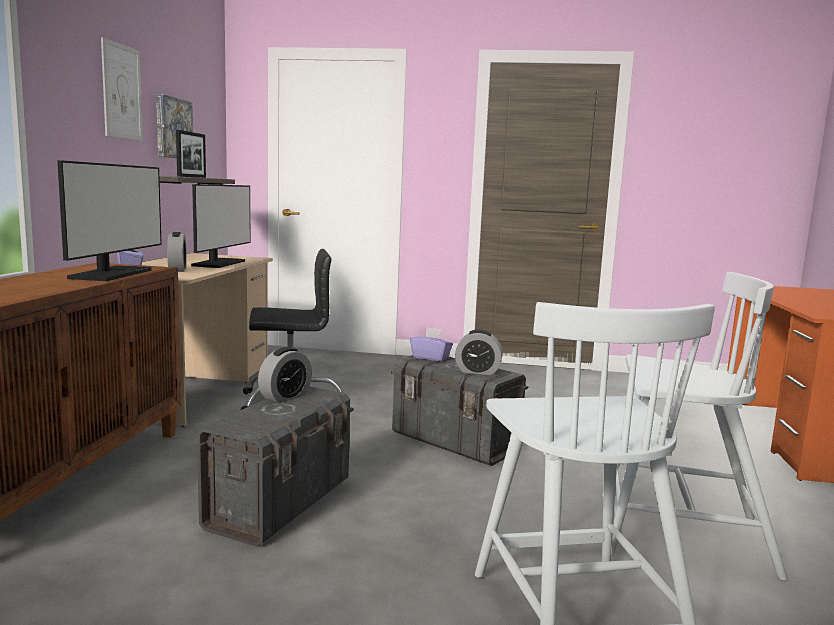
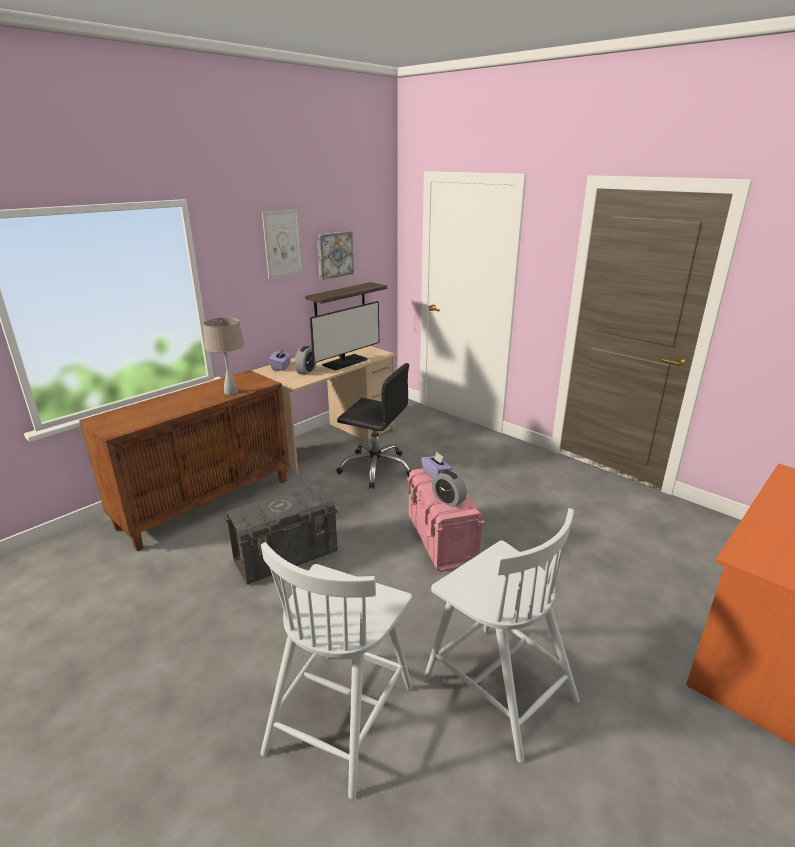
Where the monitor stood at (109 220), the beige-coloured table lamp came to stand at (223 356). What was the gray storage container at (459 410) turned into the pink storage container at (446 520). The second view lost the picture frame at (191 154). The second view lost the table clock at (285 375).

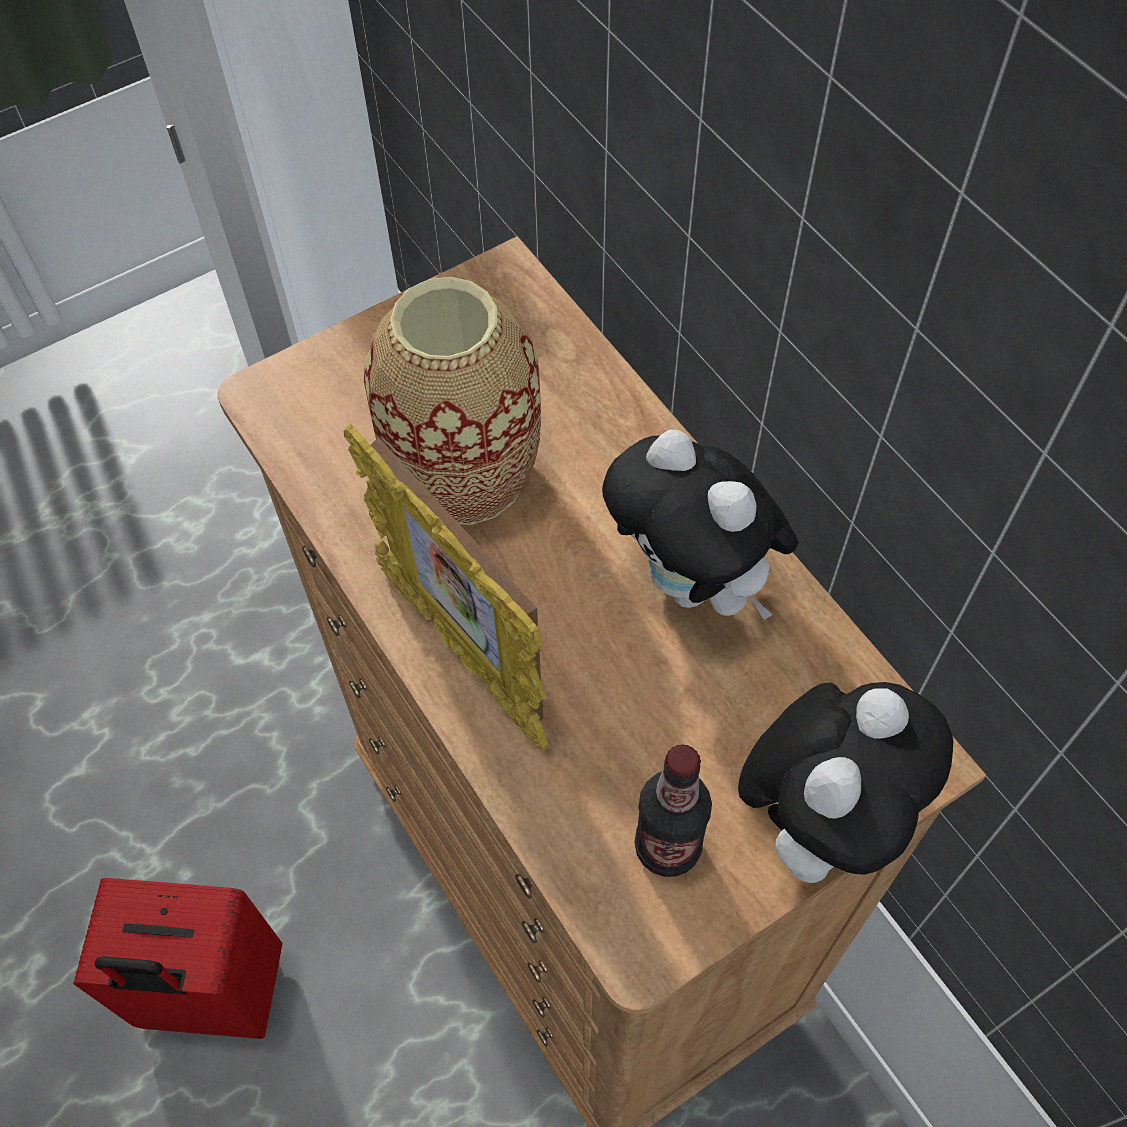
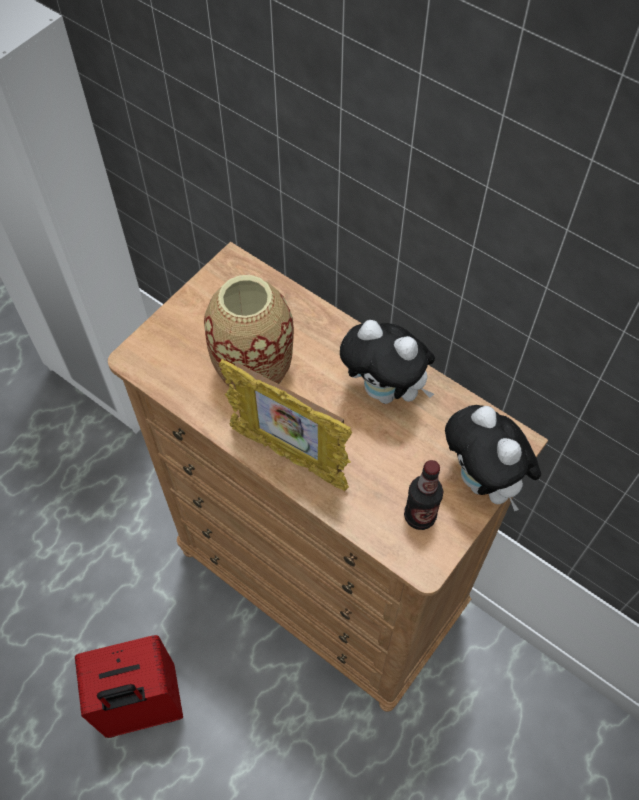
The soft toy at (845 782) ended up facing another way, 135 degrees clockwise from before.

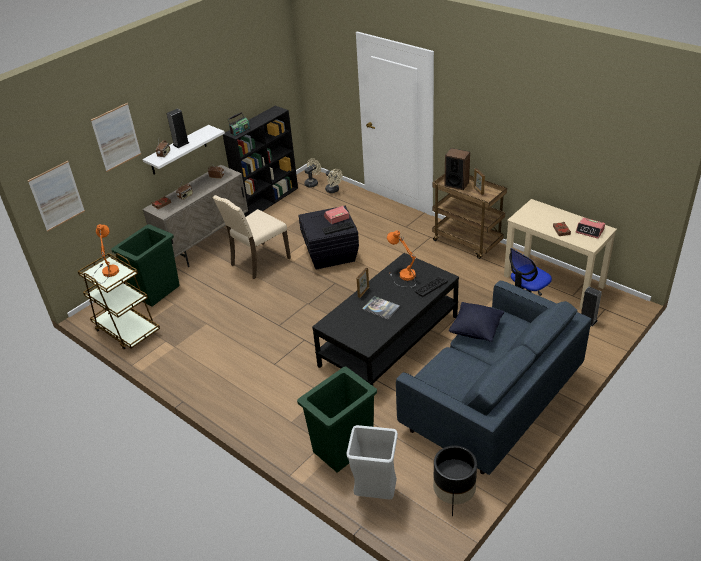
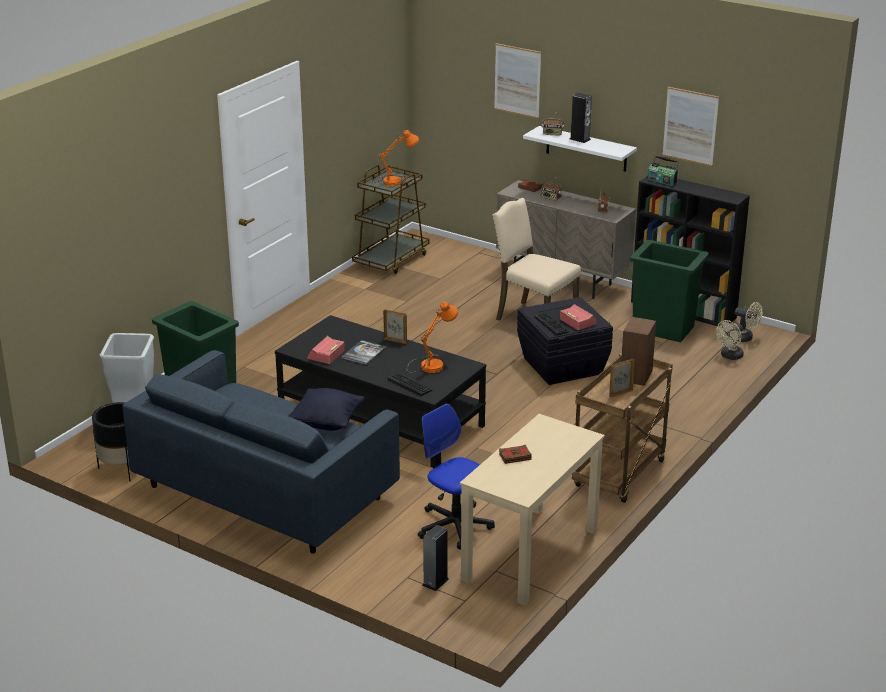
The table clock ended up elsewhere, having gone from (590 228) to (326 350). The green-coloured trash can ended up elsewhere, having gone from (145 265) to (669 291). The wall art ended up elsewhere, having gone from (56 196) to (690 126).

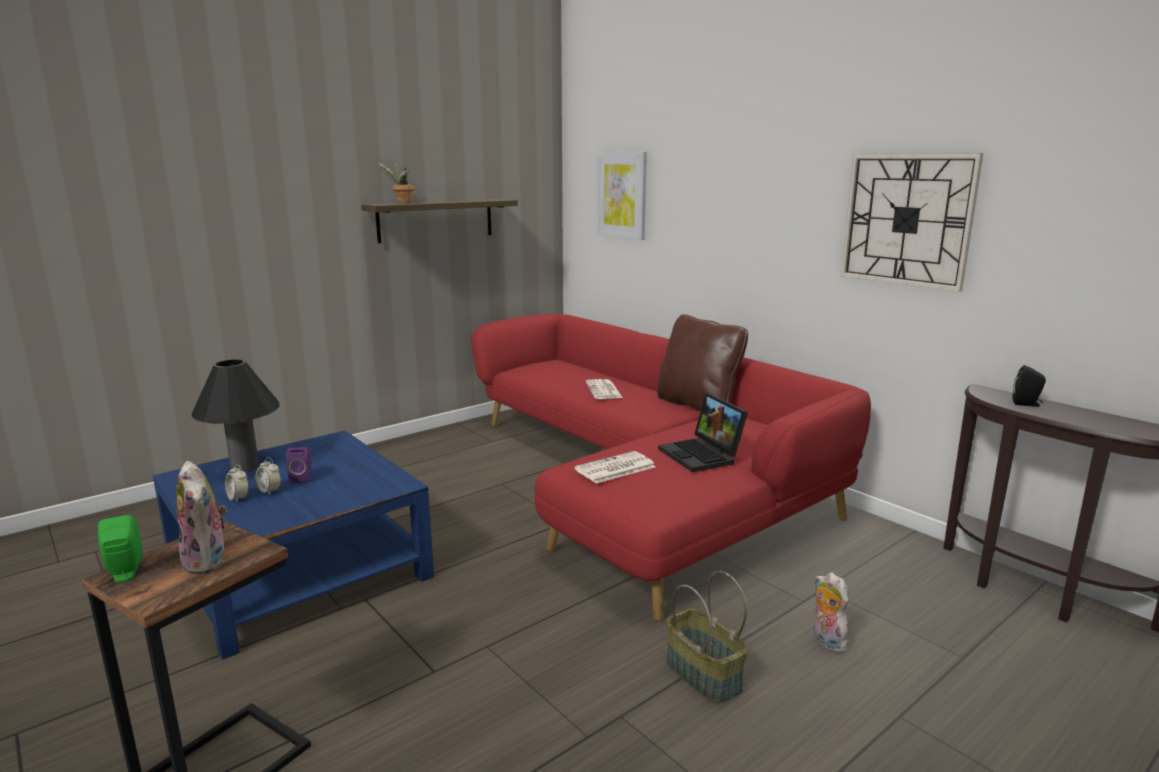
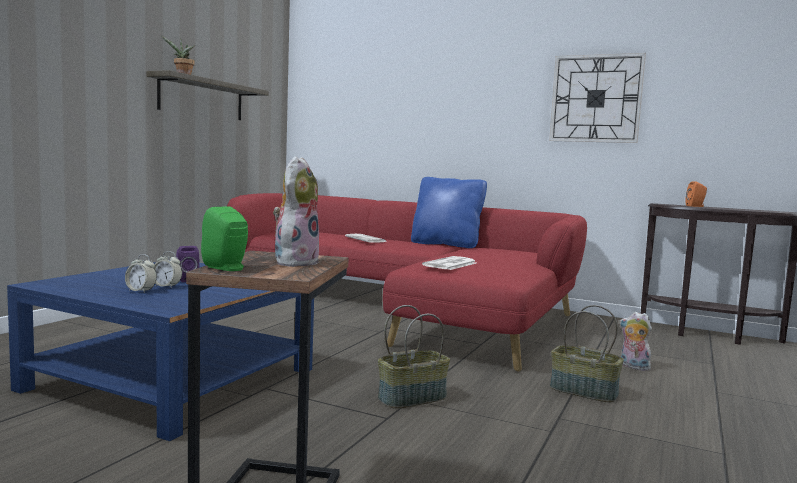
The soft toy at (201 517) ended up facing another way, 105 degrees counterclockwise from before. The second view gained the basket at (414 357). What was the brownish pillow at (702 362) turned into the blue pillow at (449 212). What was the black-coloured speaker at (1029 386) turned into the orangey speaker at (696 194). The second view lost the black-coloured table lamp at (236 415). The second view lost the wall art at (622 196). The second view lost the portable computer at (703 432).

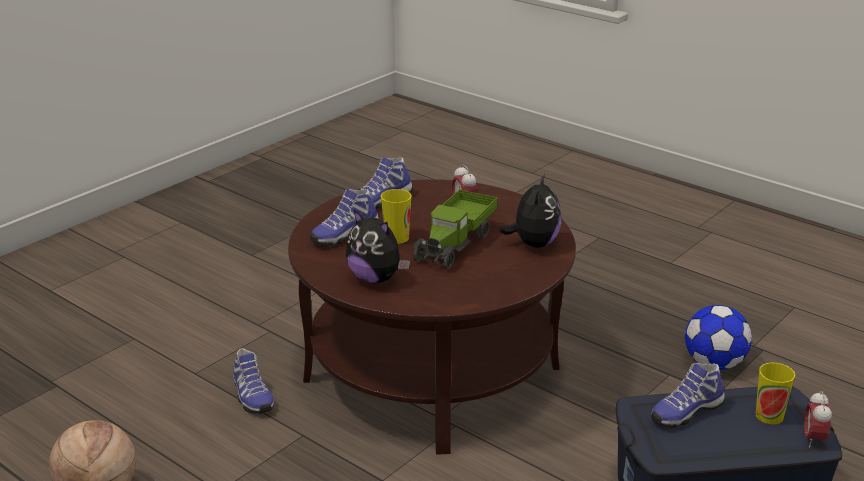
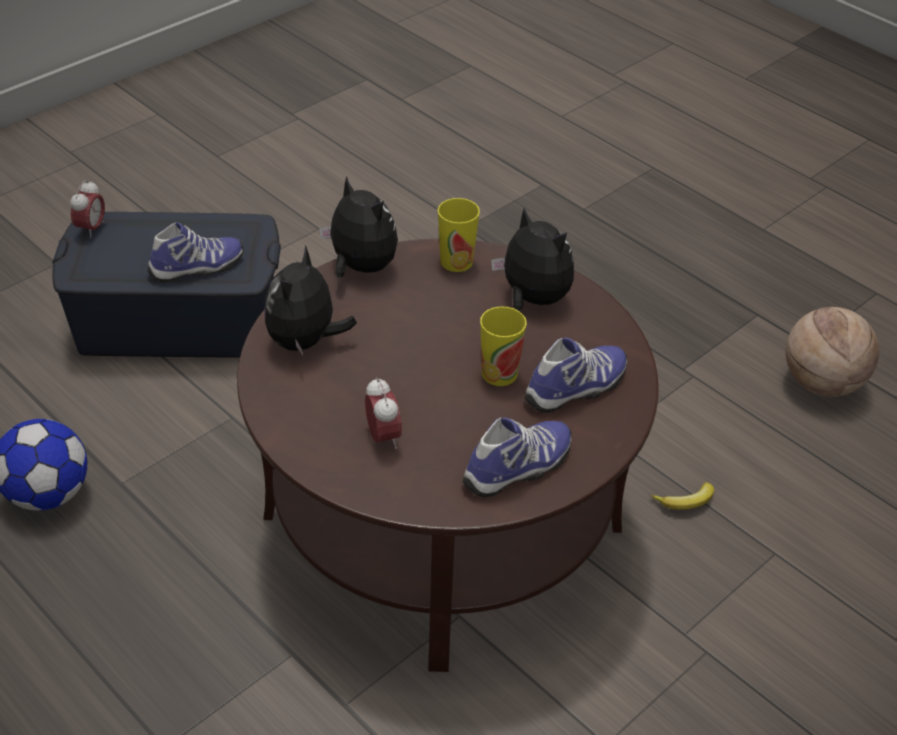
The second view gained the soft toy at (358 227). The small cup ended up elsewhere, having gone from (775 393) to (459 235). Where the item of footwear stood at (253 381), the banana came to stand at (682 496). The second view lost the toy truck at (455 229).

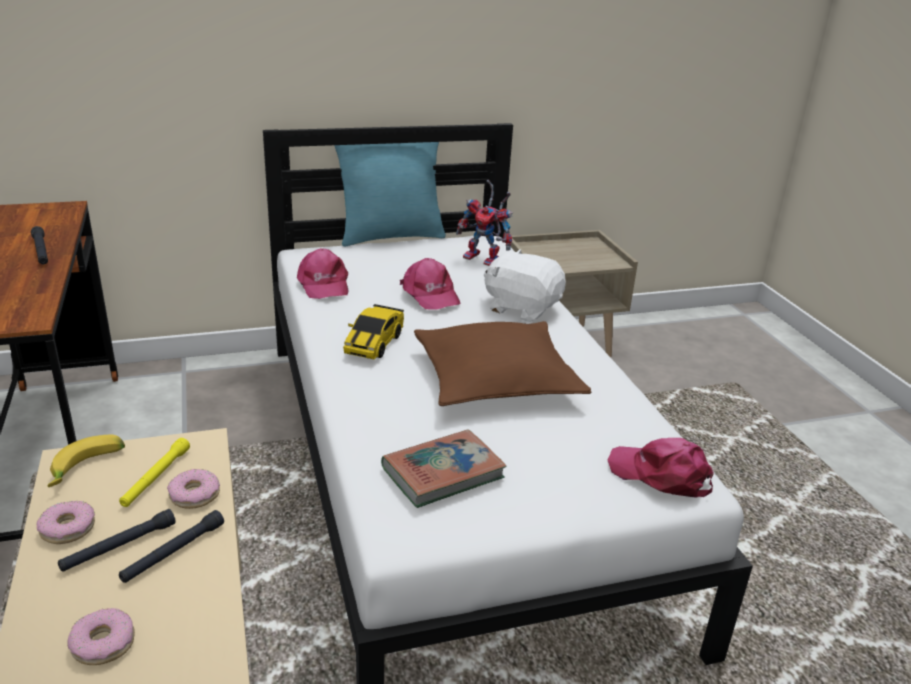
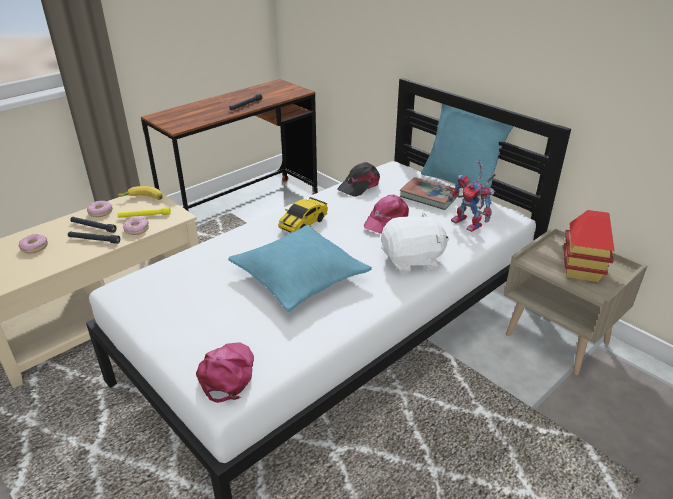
What was the brownish pillow at (502 363) turned into the turquoise pillow at (300 268). The miniature car at (373 332) ended up facing another way, 45 degrees counterclockwise from before. What was the pink baseball cap at (323 273) turned into the black-coloured baseball cap at (358 179). The white-coloured soft toy at (525 285) ended up facing another way, 75 degrees clockwise from before. The volume ended up elsewhere, having gone from (444 468) to (429 193). The robot figure at (484 223) ended up facing another way, 45 degrees counterclockwise from before. The second view gained the toy house at (589 246).

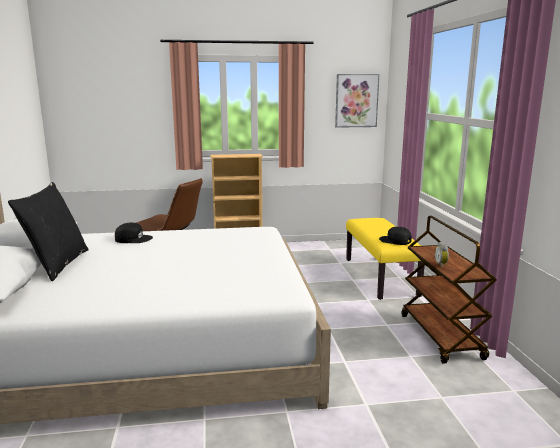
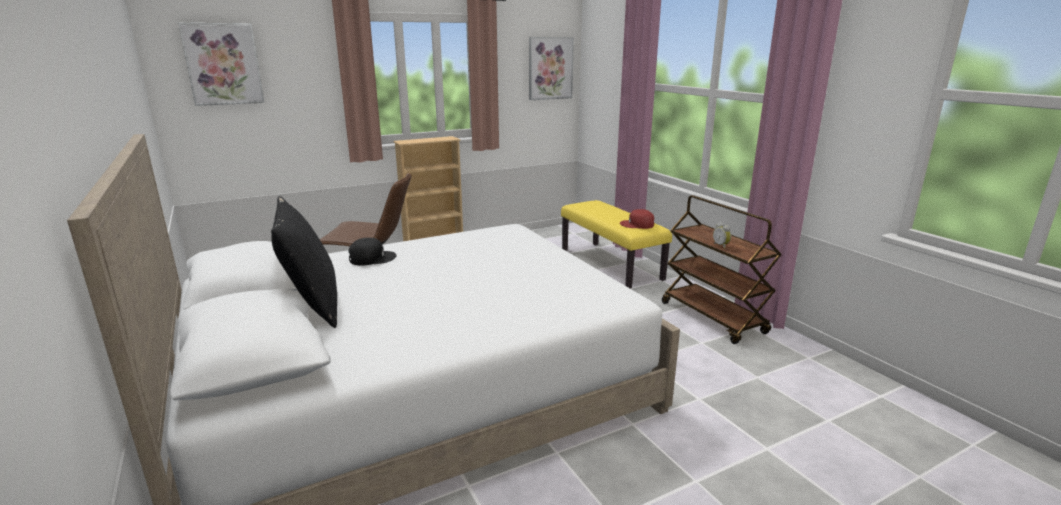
The second view gained the wall art at (221 64). What was the black-coloured baseball cap at (395 236) turned into the red-coloured baseball cap at (637 219).

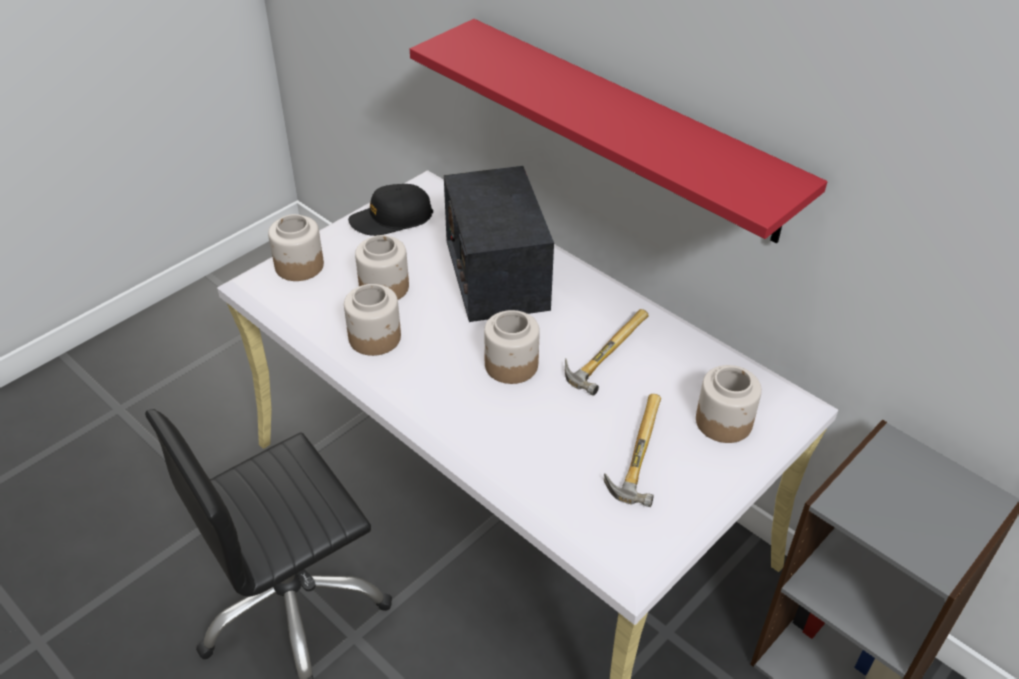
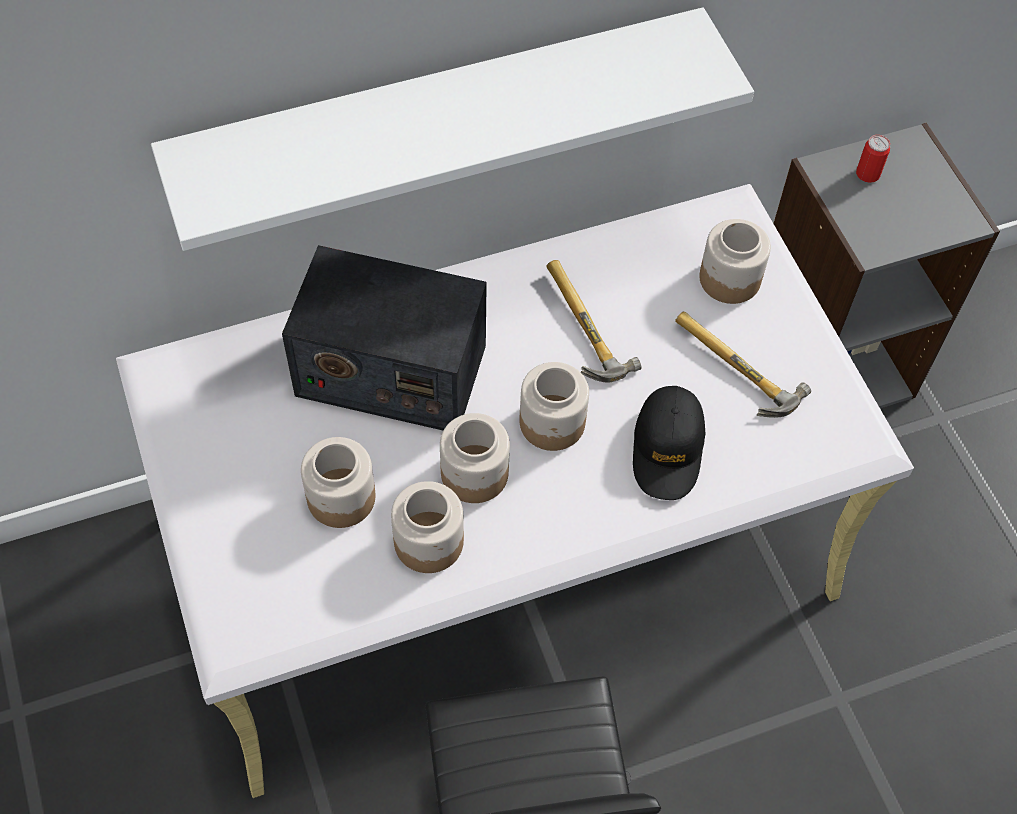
What was the red-coloured bracket shelf at (618 131) turned into the white-coloured bracket shelf at (452 129). The preserve jar ended up elsewhere, having gone from (296 247) to (475 458). The black-coloured baseball cap ended up elsewhere, having gone from (390 210) to (669 443). The second view gained the metal can at (873 159).

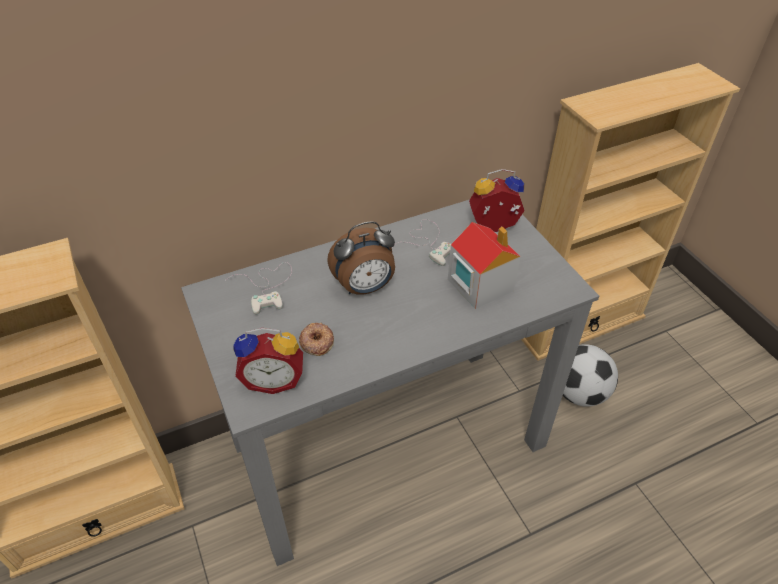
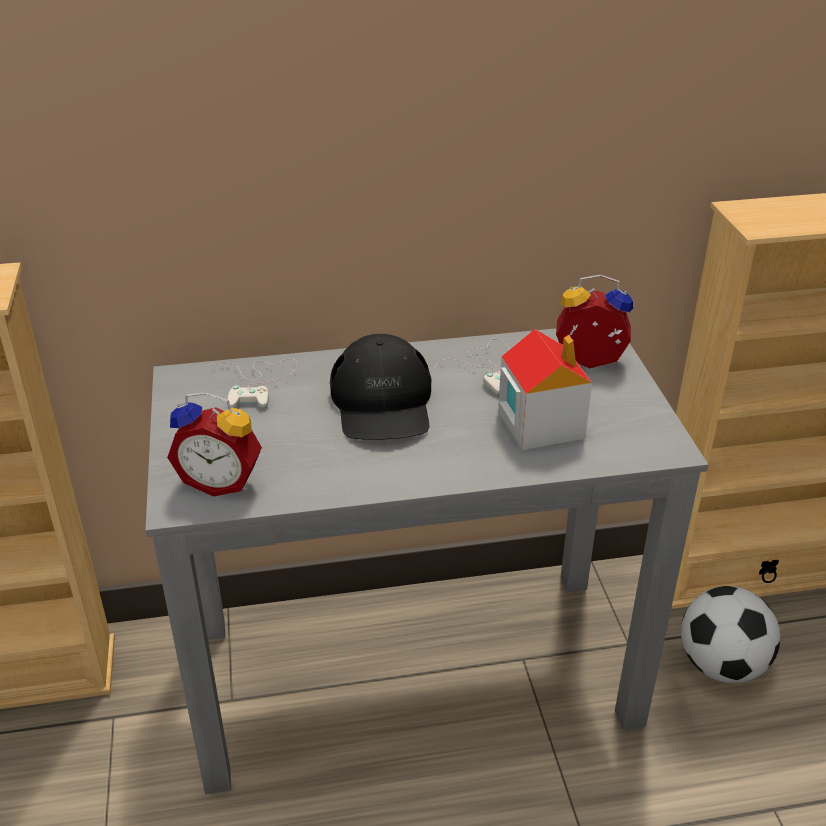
Where the table clock stood at (361 258), the black-coloured baseball cap came to stand at (381 387). The second view lost the doughnut at (316 339).

